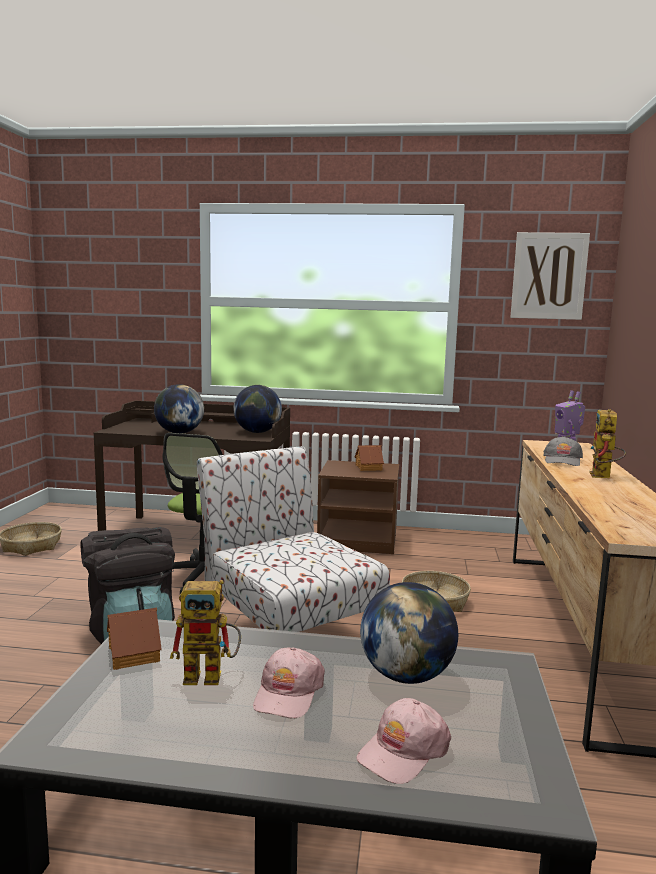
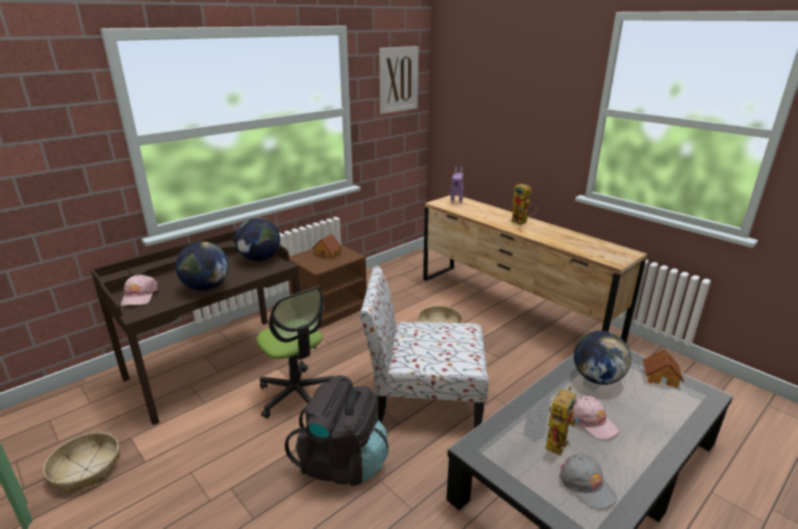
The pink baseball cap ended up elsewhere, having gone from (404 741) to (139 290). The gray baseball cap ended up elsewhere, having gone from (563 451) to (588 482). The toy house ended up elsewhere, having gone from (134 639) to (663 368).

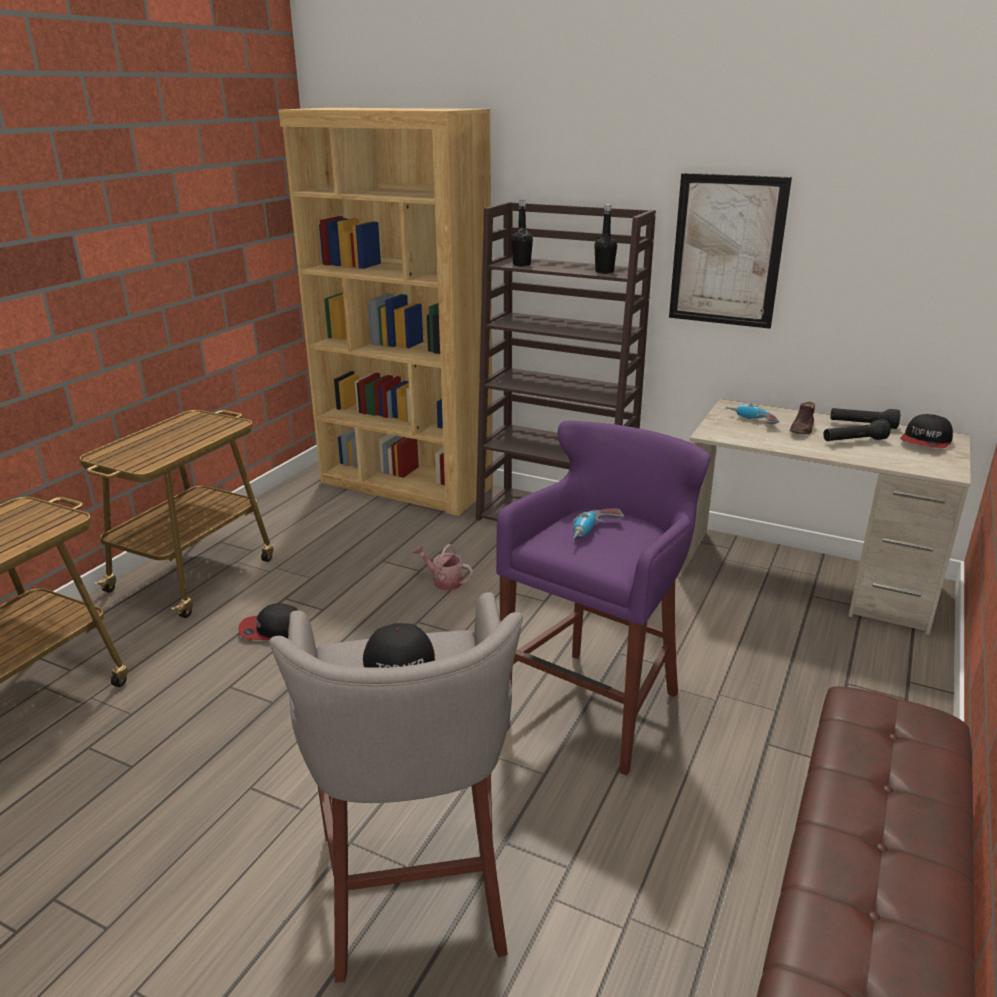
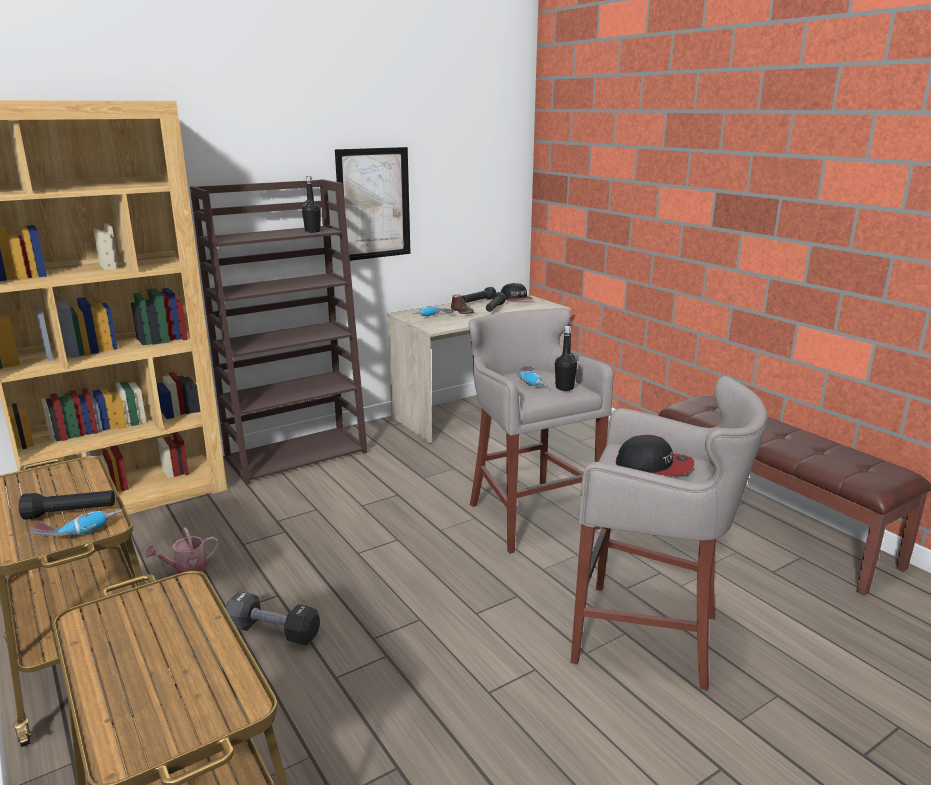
The second view gained the black-coloured flashlight at (67 505). The second view gained the electric drill at (76 522). The watering can ended up elsewhere, having gone from (443 567) to (182 550). Where the baseball cap stood at (268 621), the black-coloured hand weight came to stand at (272 618). What was the purple stool at (603 598) turned into the gray stool at (540 431). The black-coloured beverage bottle ended up elsewhere, having gone from (522 233) to (566 358).

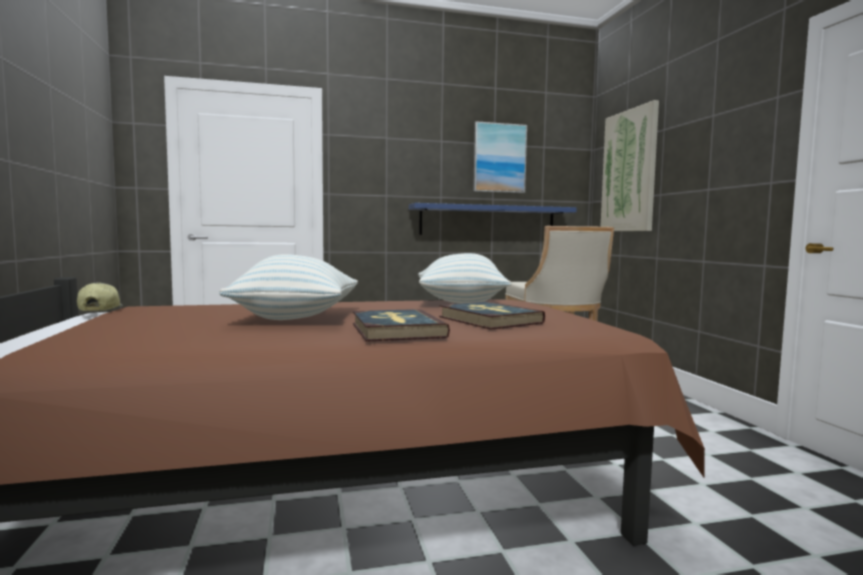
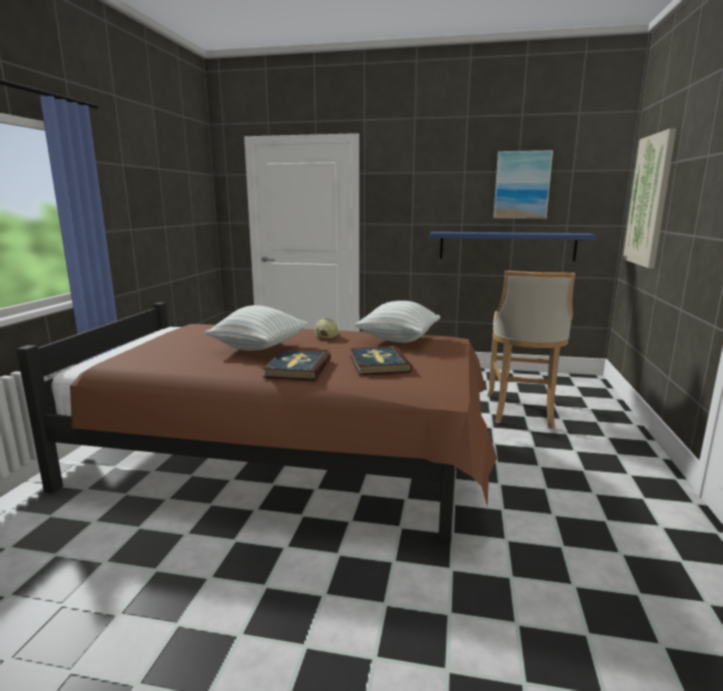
The baseball cap ended up elsewhere, having gone from (100 296) to (327 328).

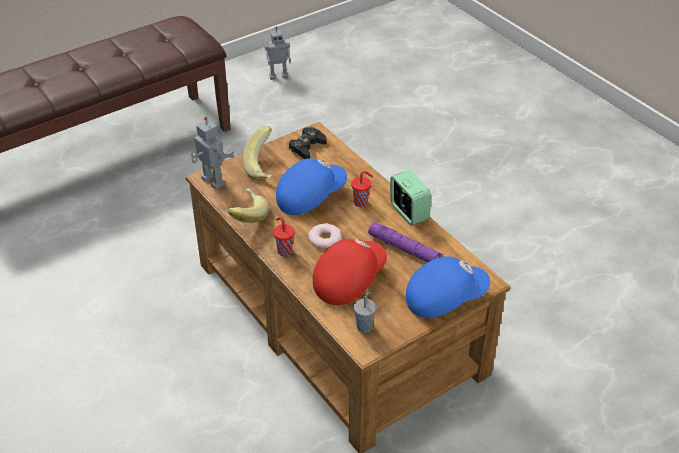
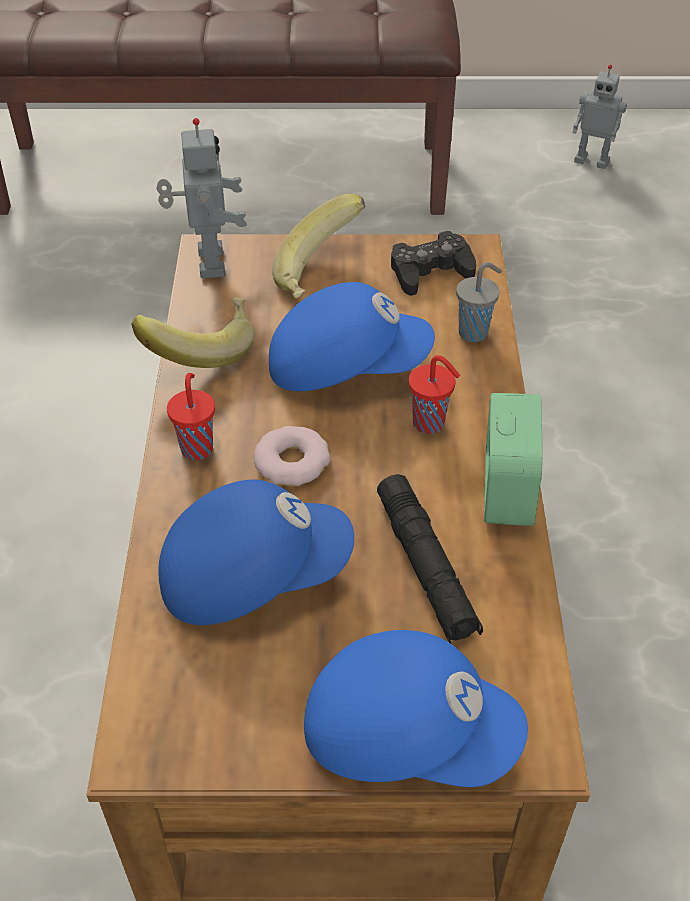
What was the red-coloured baseball cap at (350 272) turned into the blue baseball cap at (256 552). What was the purple flashlight at (405 242) turned into the black-coloured flashlight at (430 559). The gray small cup ended up elsewhere, having gone from (365 312) to (479 302).

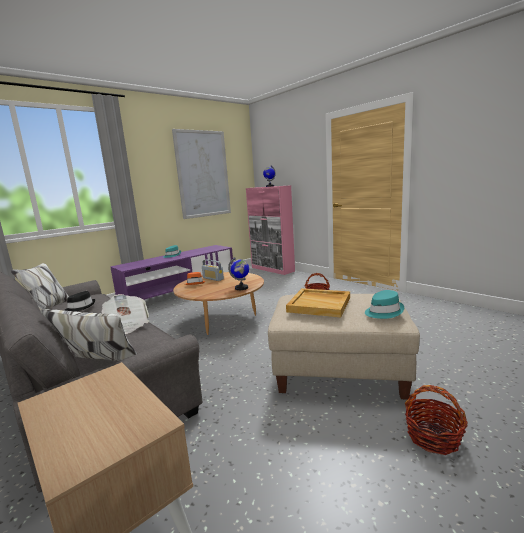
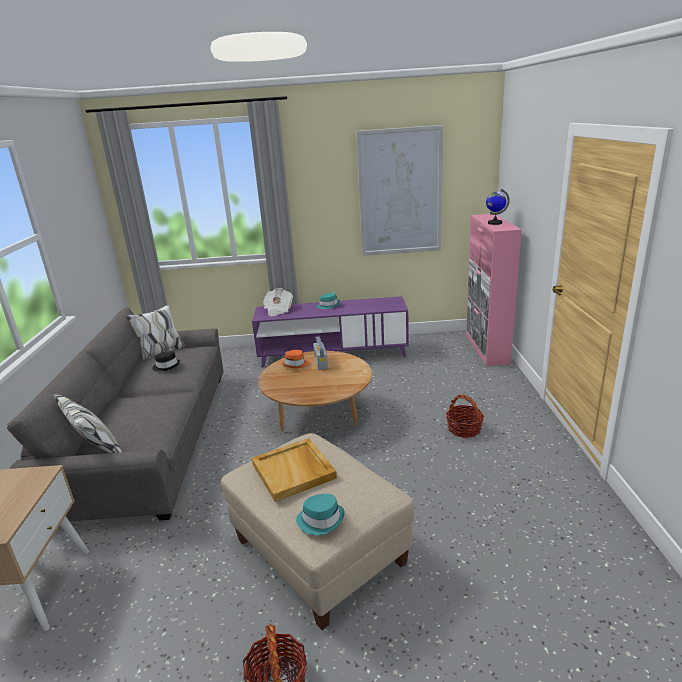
The printed paper ended up elsewhere, having gone from (125 314) to (278 302). The second view lost the desk globe at (238 273).

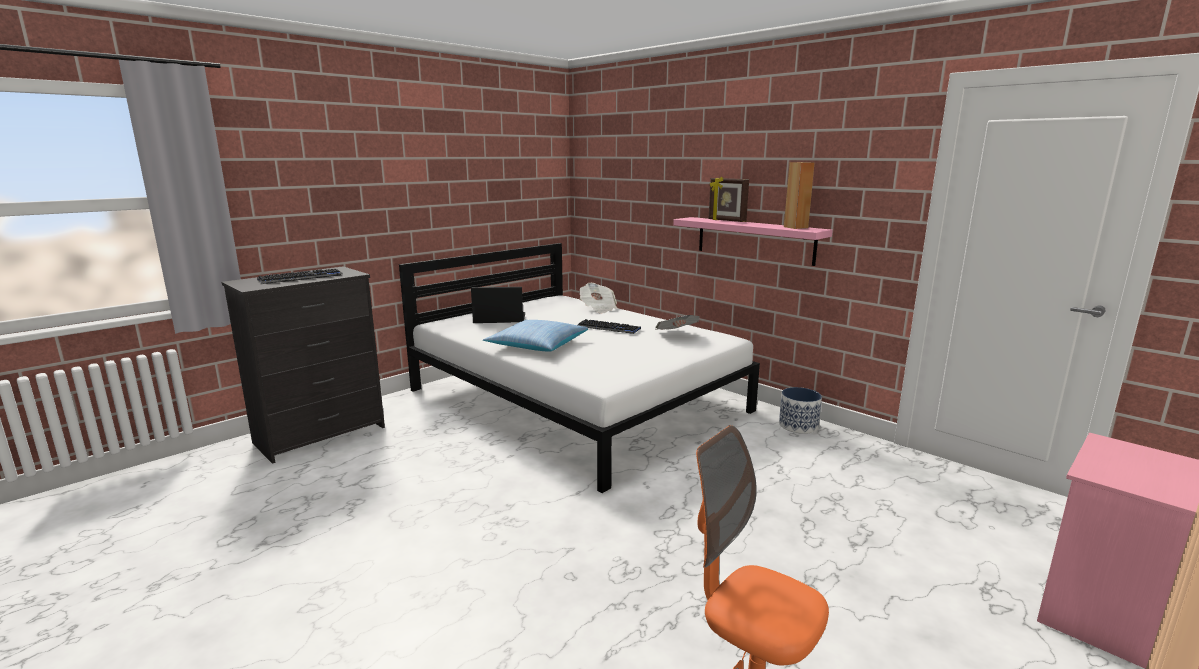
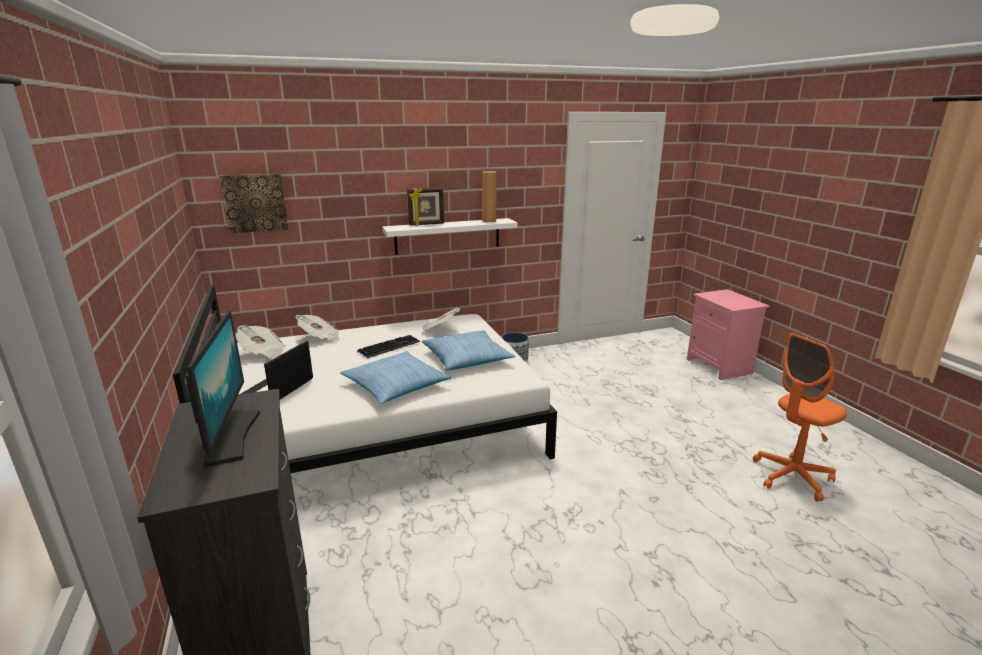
Where the computer keyboard stood at (300 276), the monitor came to stand at (222 388). The second view gained the wall art at (253 203). The second view gained the printed paper at (260 342). What was the pink bracket shelf at (753 241) turned into the white-coloured bracket shelf at (450 236). The second view gained the pillow at (469 350).

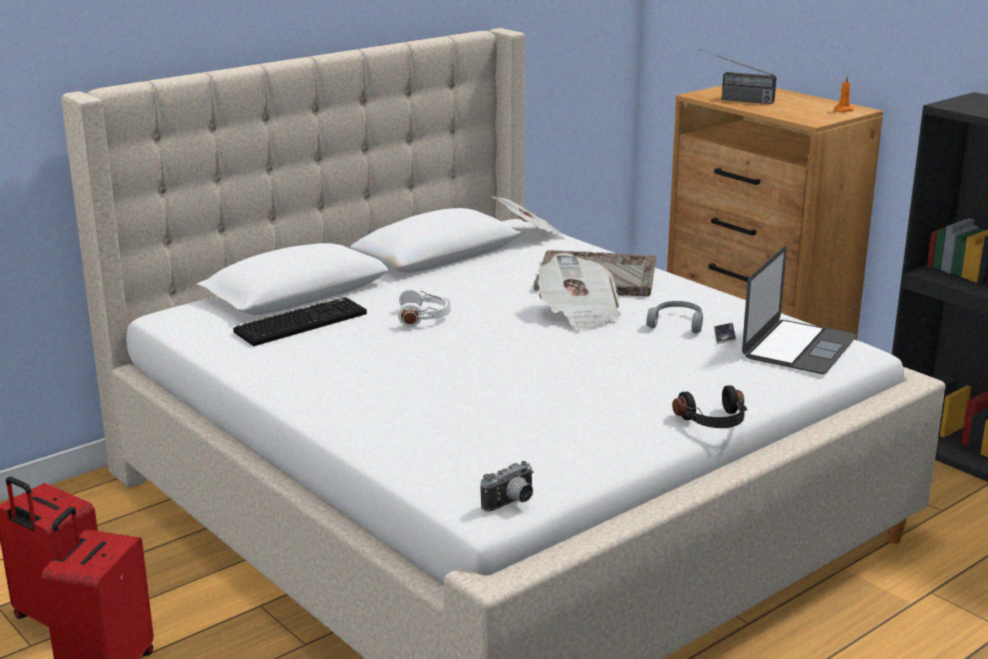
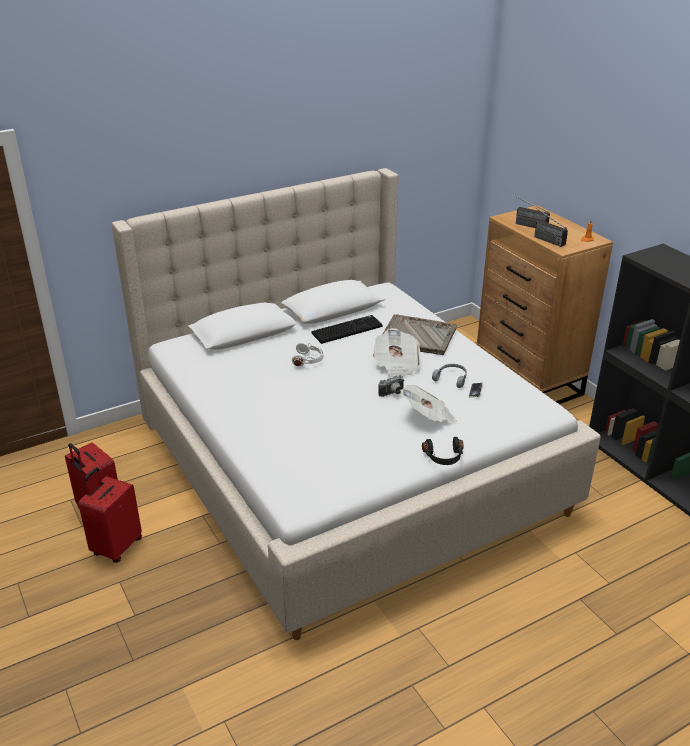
The computer keyboard ended up elsewhere, having gone from (300 321) to (347 329). The photo camera ended up elsewhere, having gone from (507 486) to (391 386). The printed paper ended up elsewhere, having gone from (527 215) to (428 404). The second view gained the radio set at (549 225). The second view lost the portable computer at (799 310).

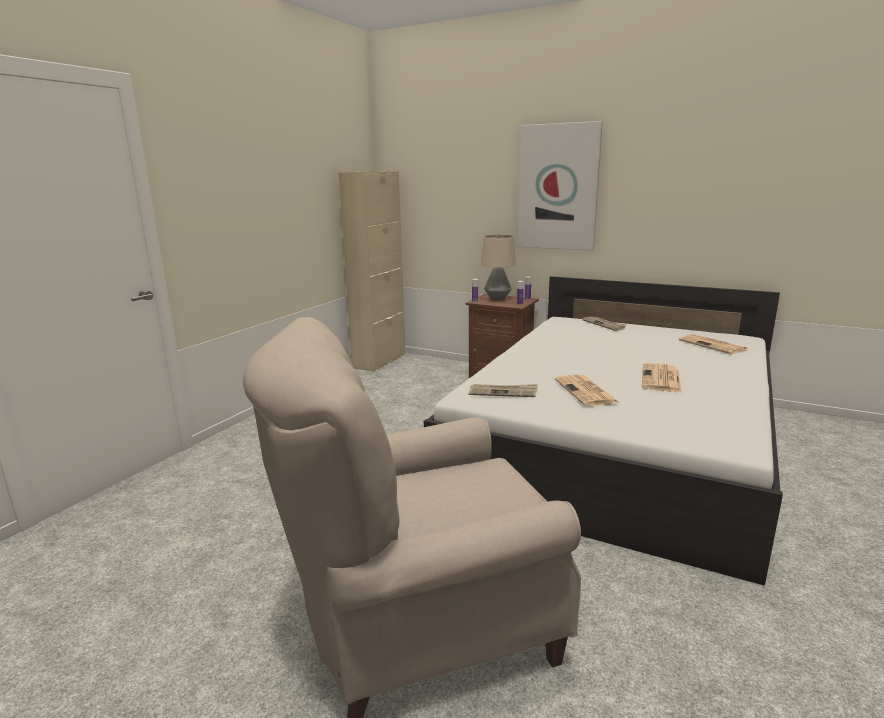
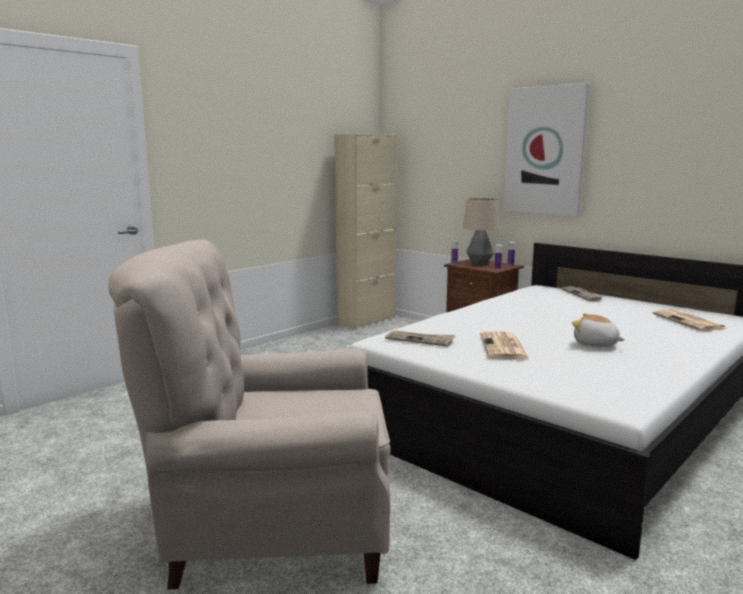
Where the printed paper stood at (661 377), the soft toy came to stand at (598 330).

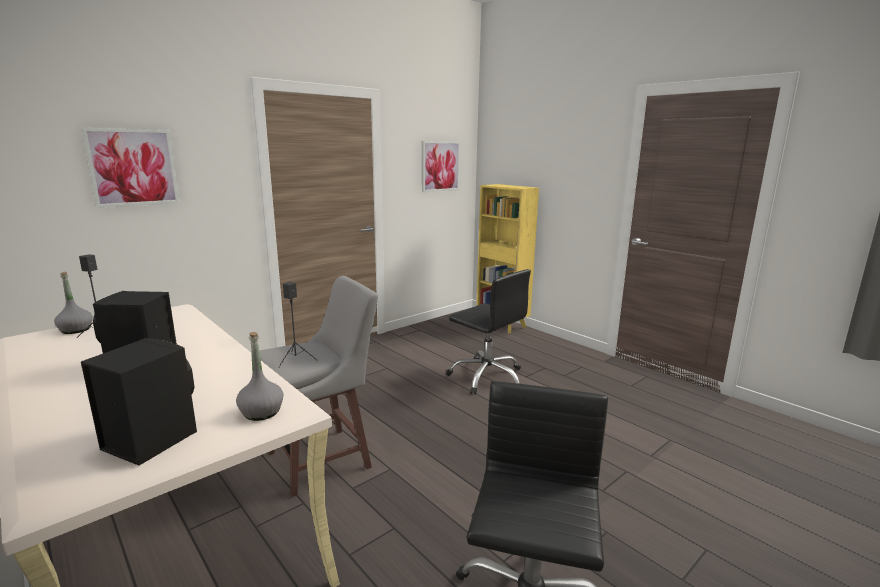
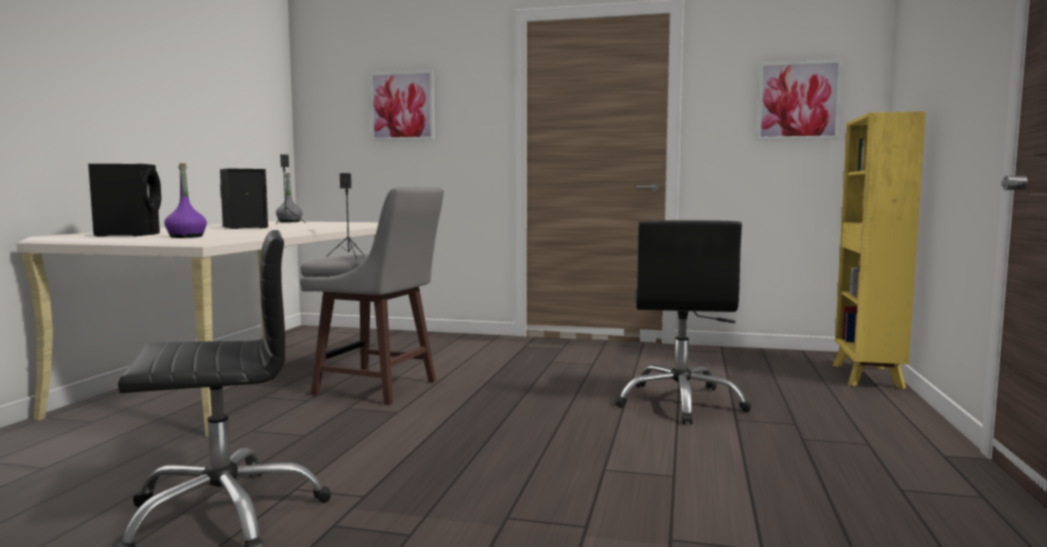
What was the gray beverage bottle at (260 376) turned into the purple beverage bottle at (185 200).

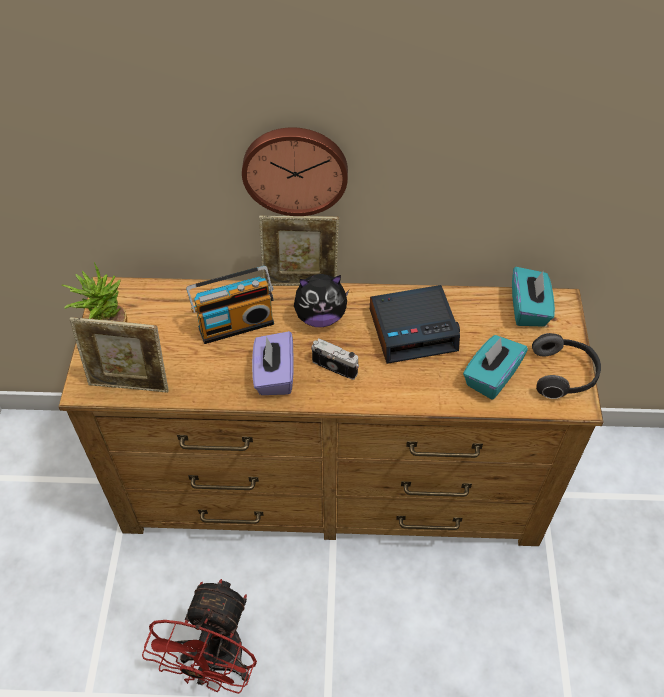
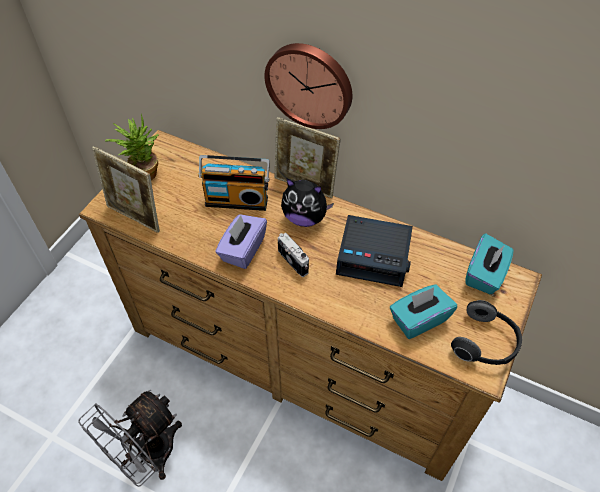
What was the red-coloured fan at (199 636) turned into the gray fan at (130 438).

